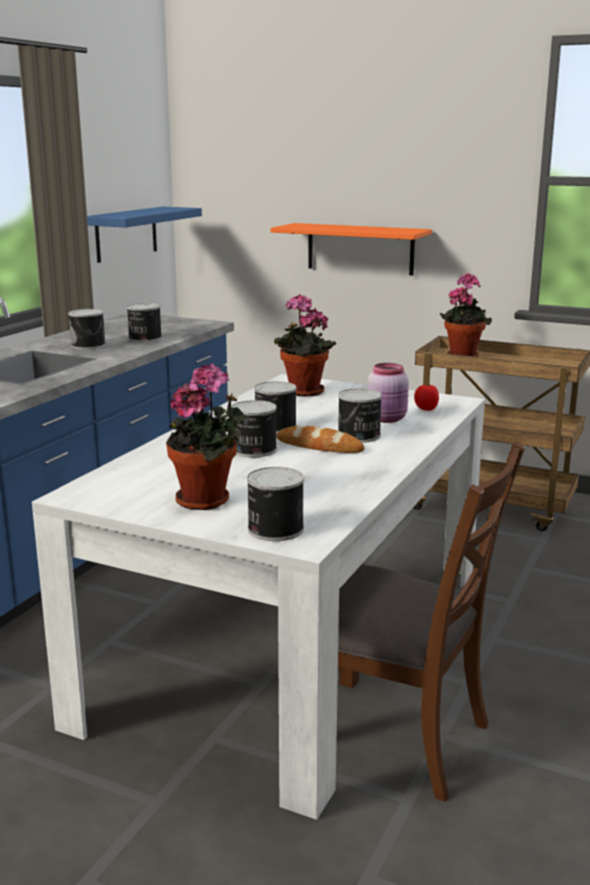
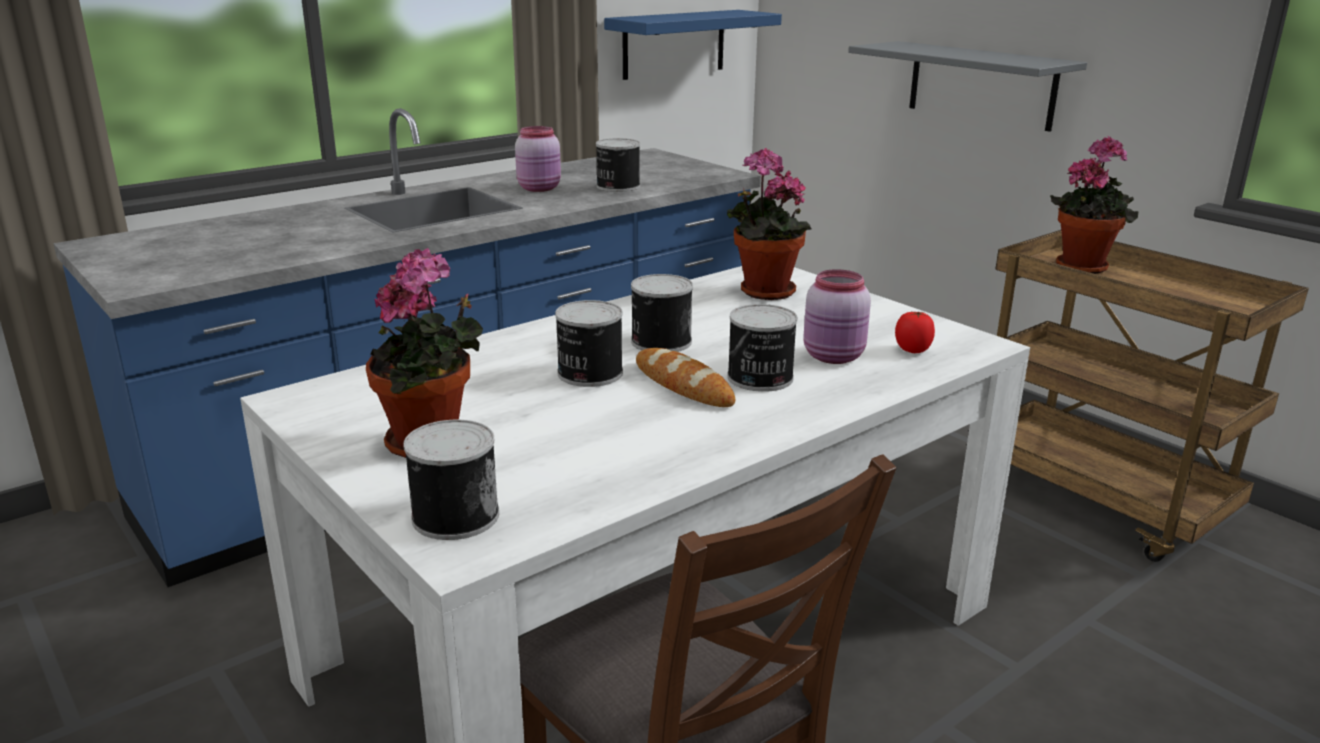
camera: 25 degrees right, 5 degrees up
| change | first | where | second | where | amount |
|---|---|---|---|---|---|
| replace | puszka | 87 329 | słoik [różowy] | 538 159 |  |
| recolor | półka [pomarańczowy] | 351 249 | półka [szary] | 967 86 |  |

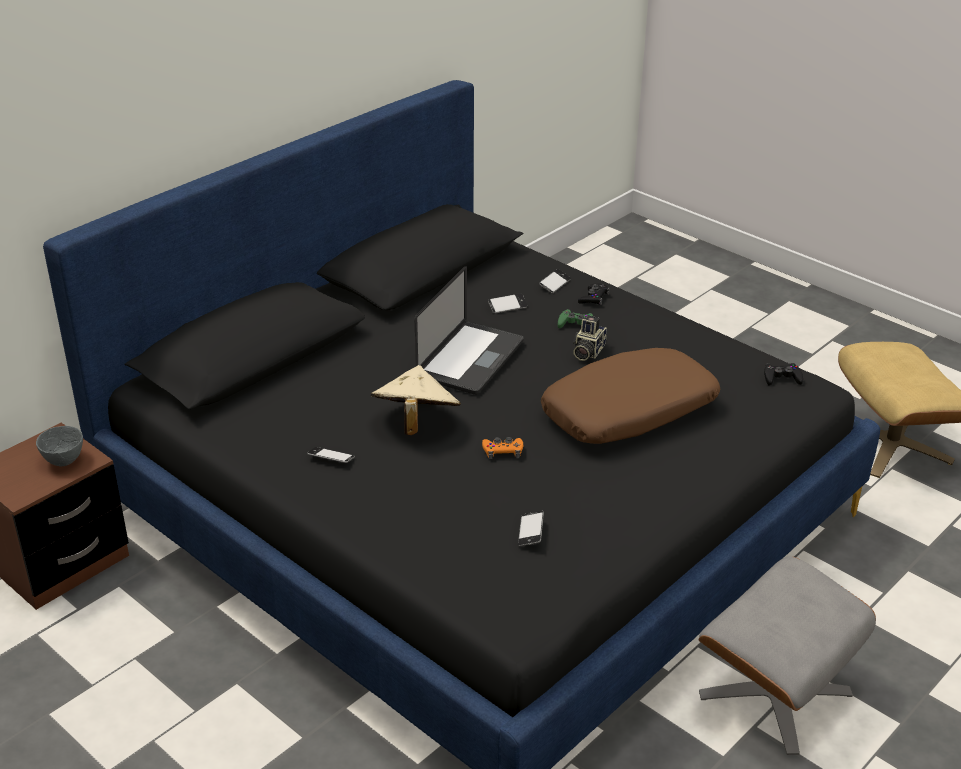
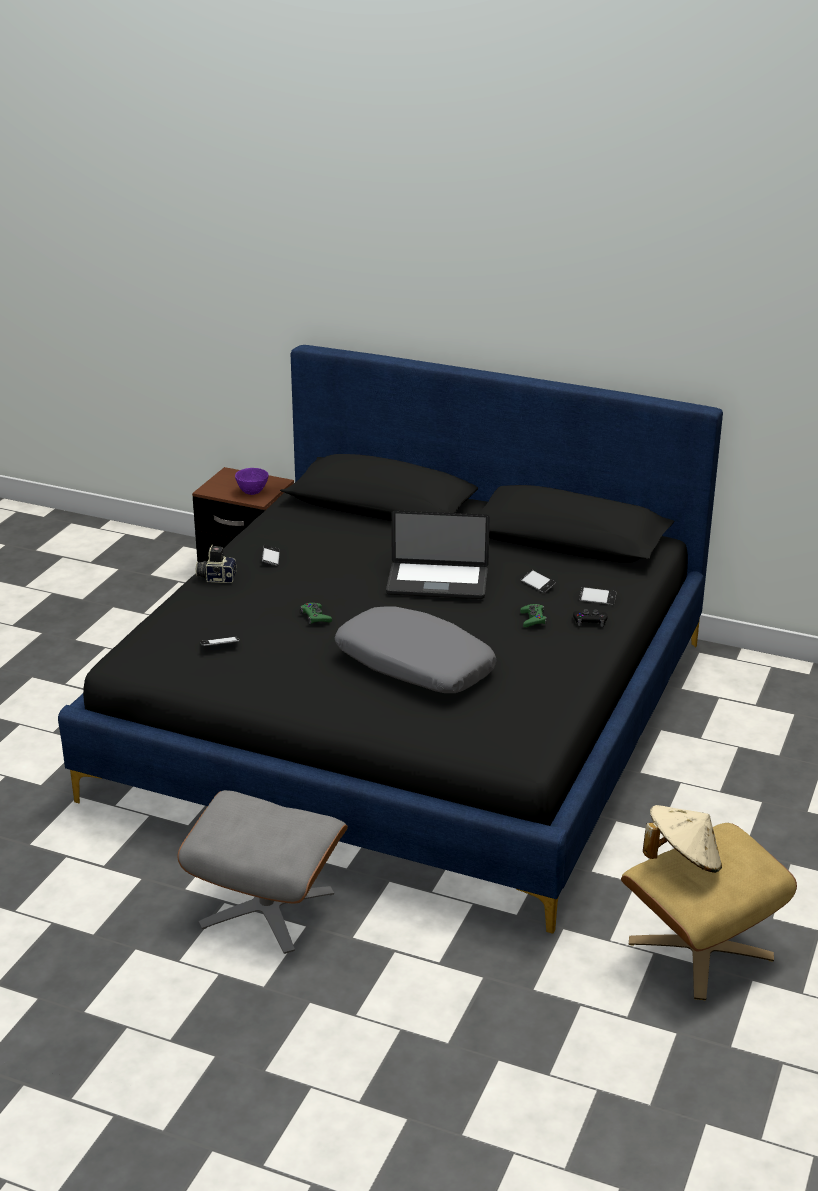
camera: 70 degrees right, 5 degrees down
| change | first | where | second | where | amount |
|---|---|---|---|---|---|
| move | aparat fotograficzny | 590 338 |  | 216 564 |  |
| recolor | miska [szary] | 59 446 | miska [fioletowy] | 252 481 |  |
| recolor | pad do gier [pomarańczowy] | 502 448 | pad do gier [zielony] | 316 613 |  |
| recolor | poduszka [brązowy] | 630 396 | poduszka [szary] | 416 649 |  |
| move | kapelusz [beżowy] | 416 400 |  | 682 839 |  |
| delete | pad do gier [czarny] | 783 374 |  |  |  |

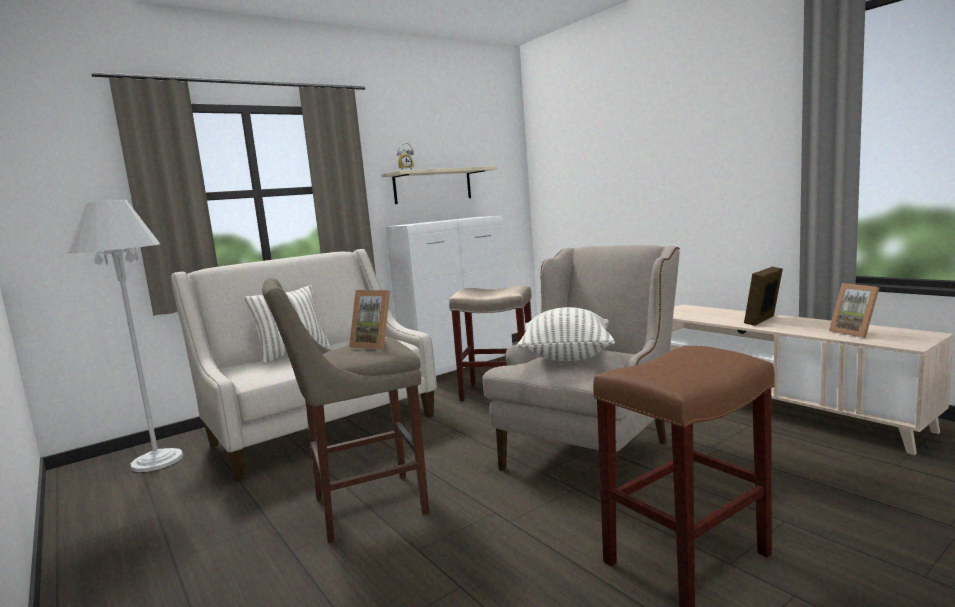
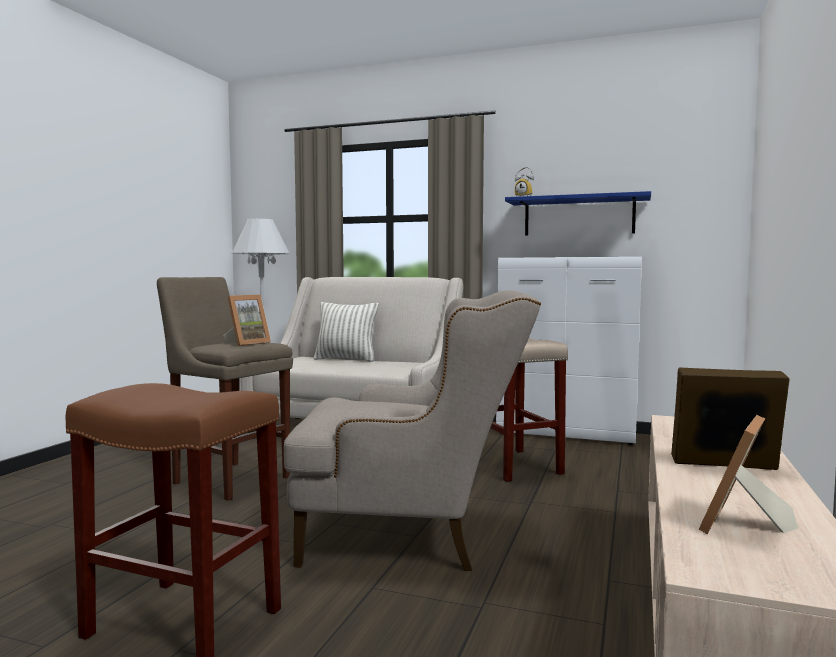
camera: 55 degrees right, 5 degrees down
| change | first | where | second | where | amount |
|---|---|---|---|---|---|
| rotate | ramka na zdjęcie | 369 320 |  | 247 320 | 135 degrees counterclockwise |
| recolor | półka [beżowy] | 440 185 | półka [niebieski] | 578 213 |  |
| delete | poduszka | 566 334 |  |  |  |

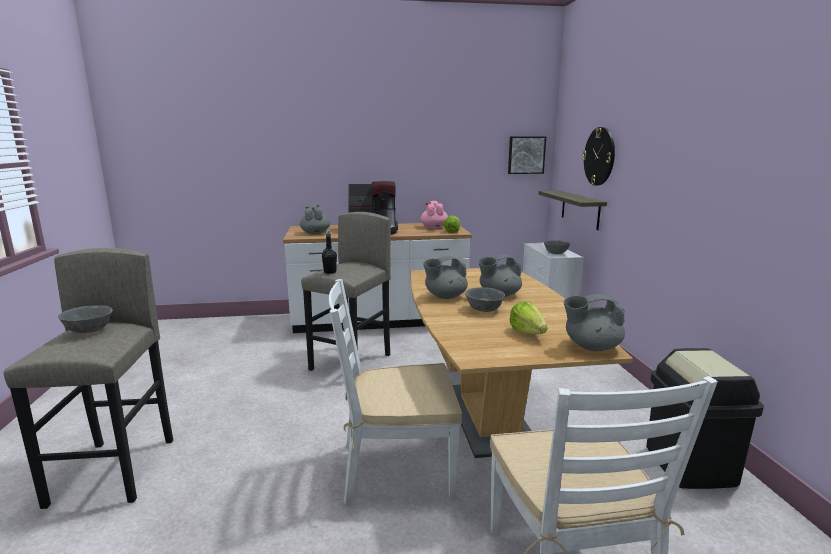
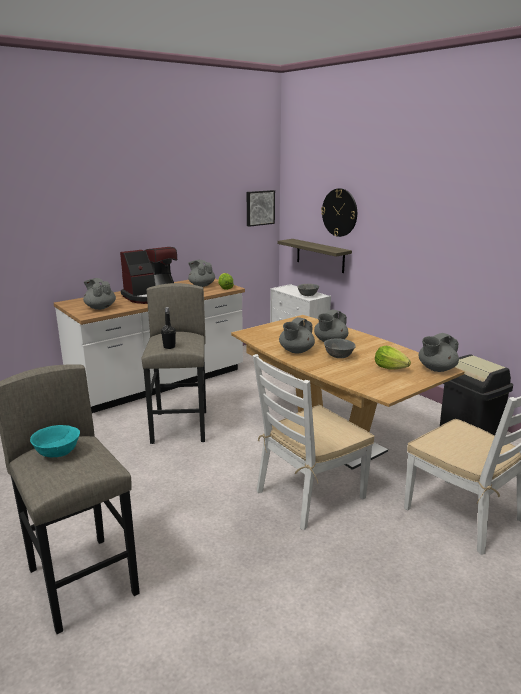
camera: 30 degrees left, 5 degrees up
| change | first | where | second | where | amount |
|---|---|---|---|---|---|
| recolor | miska [szary] | 85 319 | miska [turkusowy] | 55 441 |  |
| recolor | imbryk [różowy] | 434 215 | imbryk [szary] | 201 273 |  |

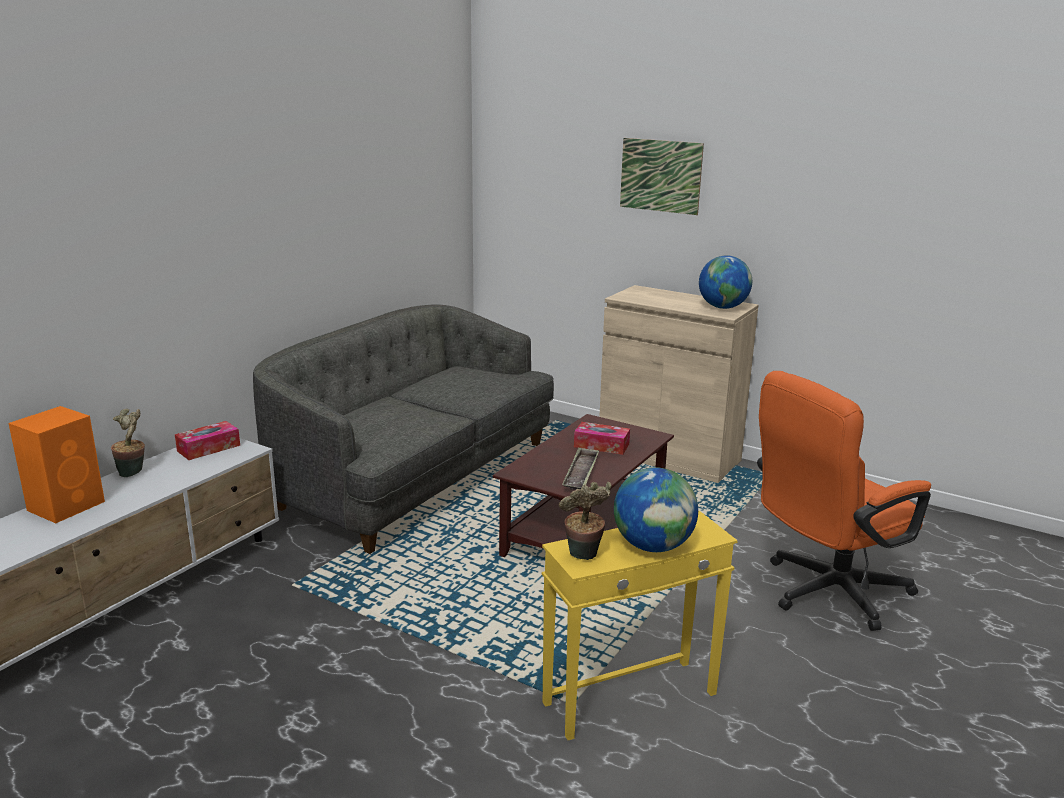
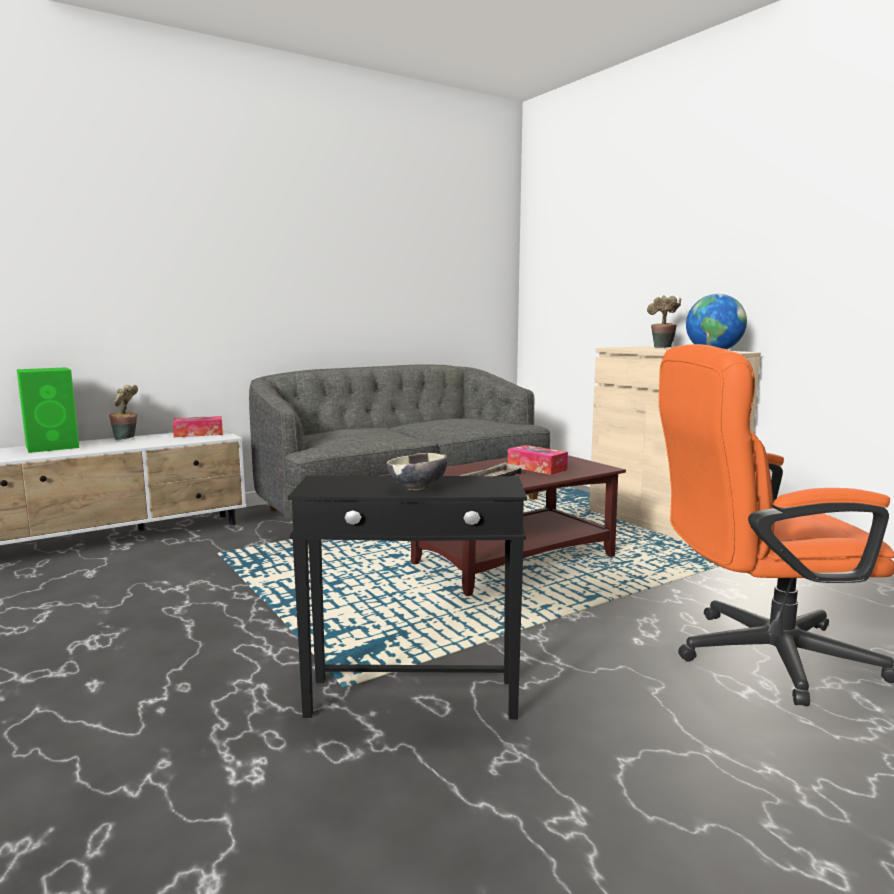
camera: 25 degrees right, 10 degrees down
| change | first | where | second | where | amount |
|---|---|---|---|---|---|
| recolor | głośnik [pomarańczowy] | 56 464 | głośnik [zielony] | 48 410 |  |
| recolor | stolik [żółty] | 640 625 | stolik [czarny] | 407 597 |  |
| replace | globus | 656 509 | miska | 417 472 |  |
| move | roślina doniczkowa | 585 521 |  | 664 321 |  |
| delete | obraz | 662 176 |  |  |  |

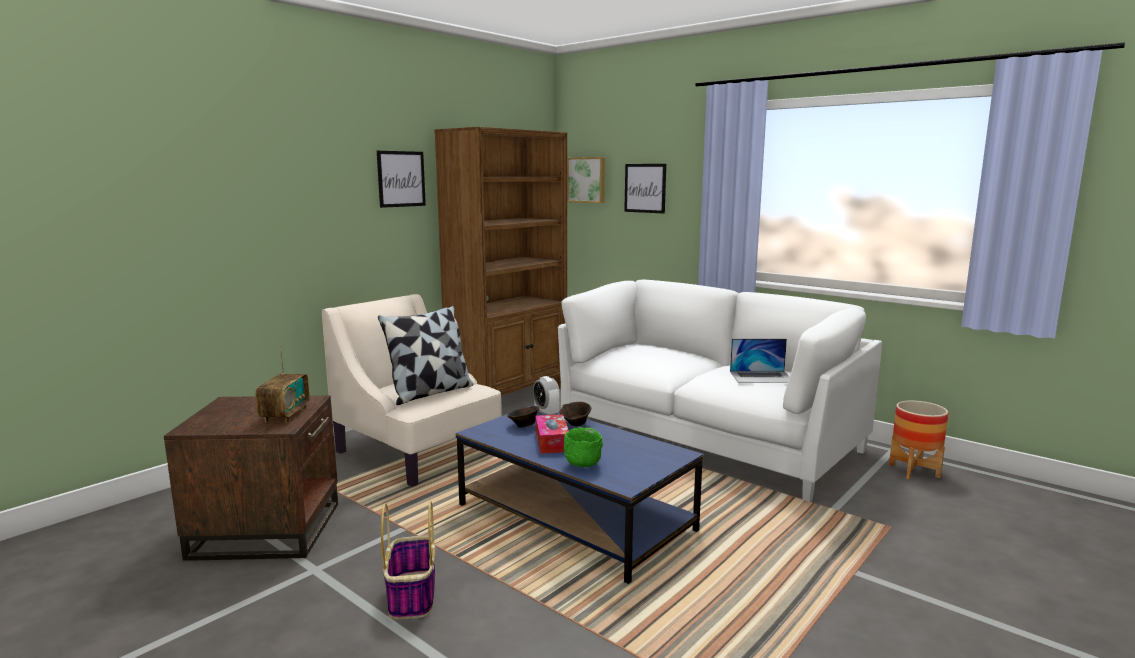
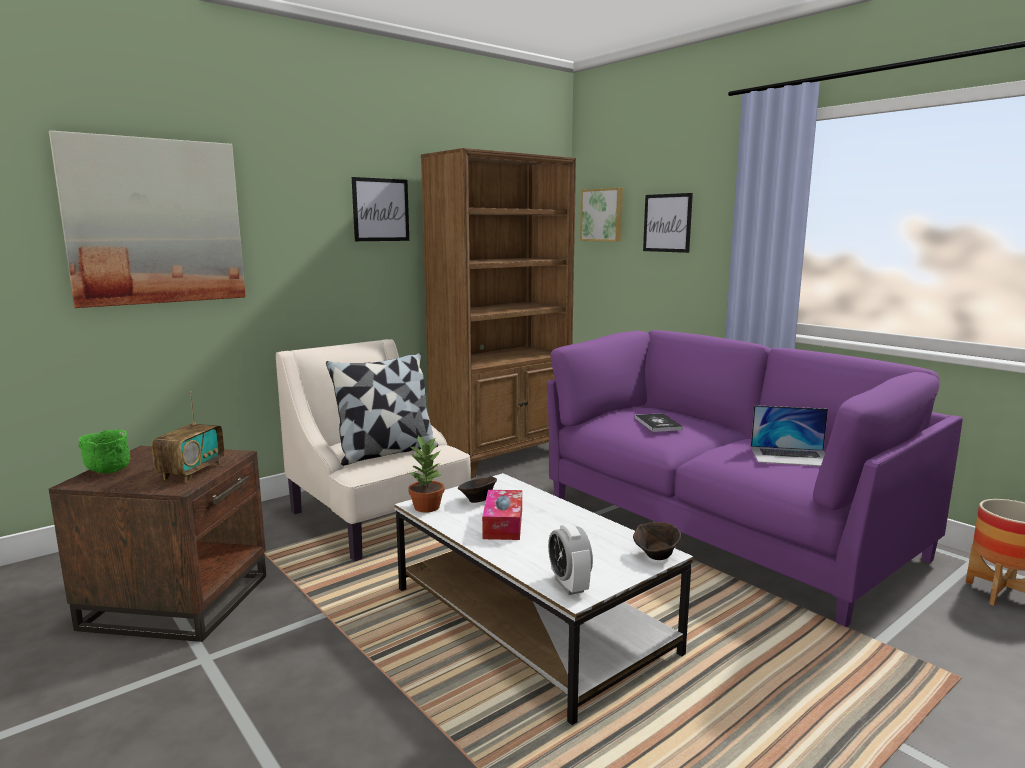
camera: 10 degrees right, 0 degrees up
| change | first | where | second | where | amount |
|---|---|---|---|---|---|
| insert |  |  | obraz | 147 219 |  |
| move | miska [zielony] | 583 447 |  | 104 451 |  |
| recolor | ława [niebieski] | 580 494 | ława [biały] | 544 599 |  |
| insert |  |  | roślina doniczkowa | 426 474 |  |
| recolor | kanapa [biały] | 720 391 | kanapa [fioletowy] | 755 478 |  |
| move | budzik | 546 395 |  | 570 559 |  |
| move | miska [brązowy] | 575 414 |  | 657 541 |  |
| insert |  |  | książka | 659 422 |  |
| delete | koszyk | 408 560 |  |  |  |

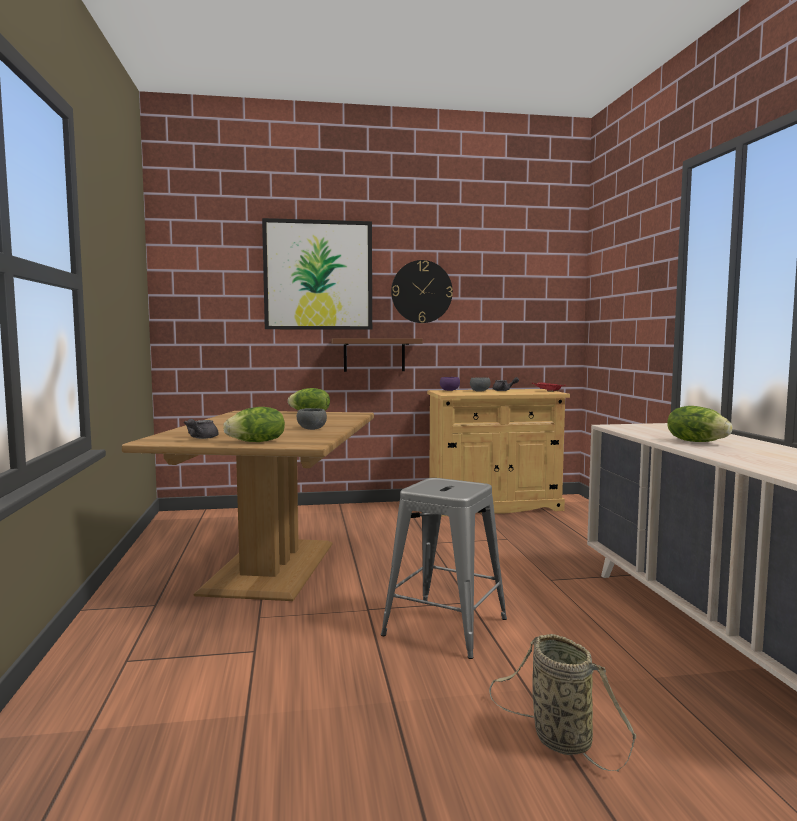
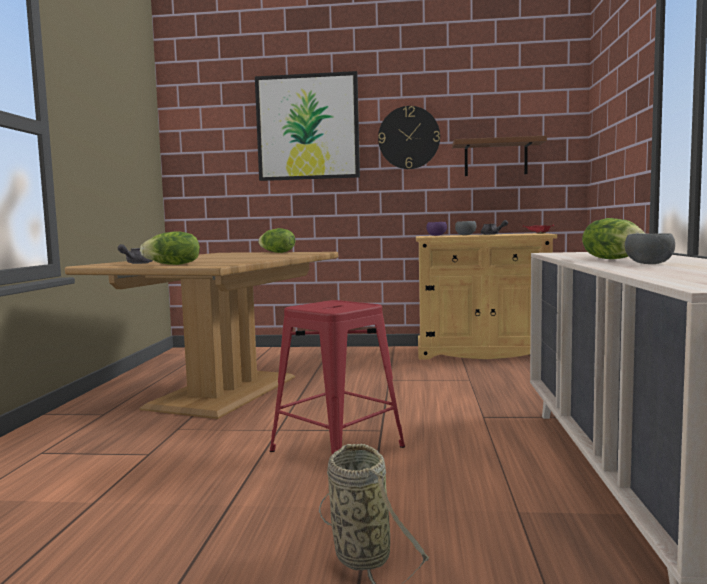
camera: 15 degrees right, 0 degrees up
| change | first | where | second | where | amount |
|---|---|---|---|---|---|
| recolor | stołek [szary] | 444 568 | stołek [czerwony] | 337 377 |  |
| move | półka [brązowy] | 377 355 |  | 499 156 |  |
| move | miska [szary] | 312 419 |  | 650 248 |  |

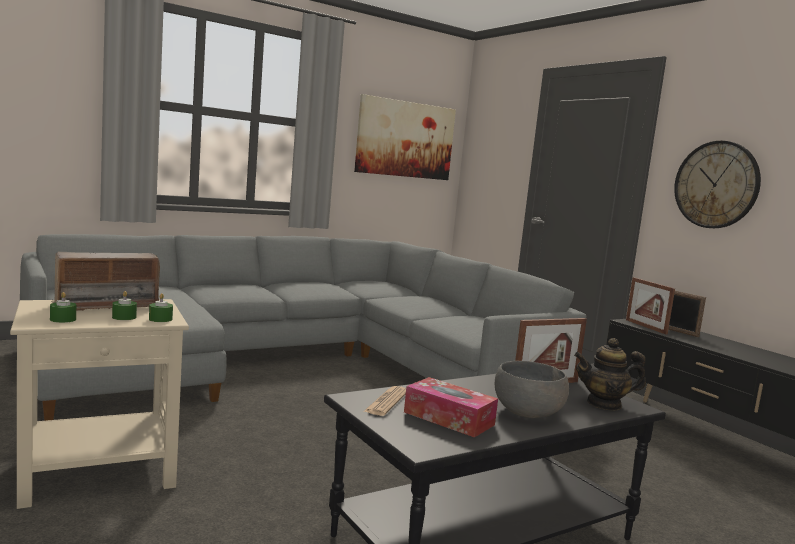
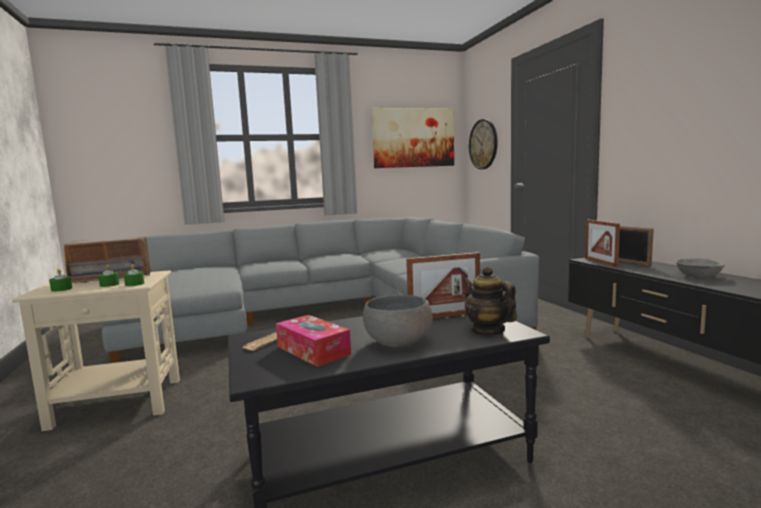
camera: 15 degrees right, 0 degrees up
| change | first | where | second | where | amount |
|---|---|---|---|---|---|
| rotate | imbryk | 610 374 |  | 490 301 | 45 degrees clockwise |
| move | zegar ścienny | 717 184 |  | 483 144 |  |
| insert |  |  | miska [szary] | 700 268 |  |

